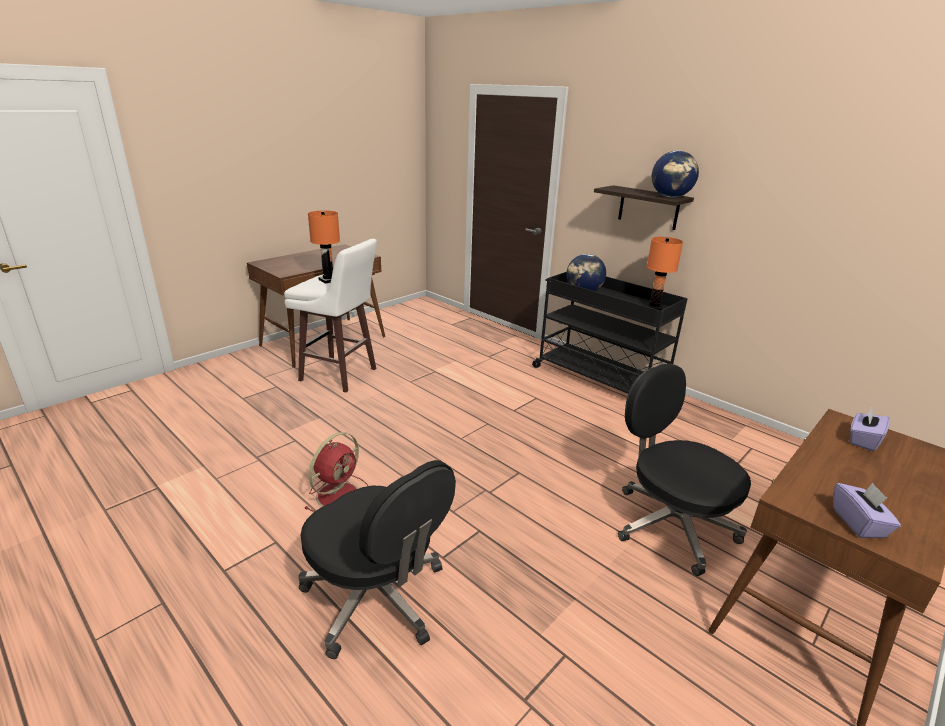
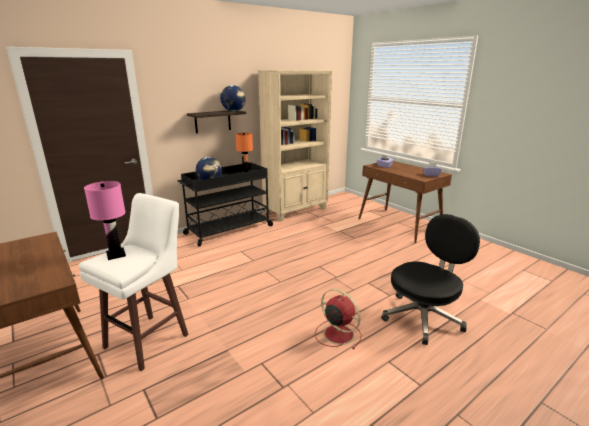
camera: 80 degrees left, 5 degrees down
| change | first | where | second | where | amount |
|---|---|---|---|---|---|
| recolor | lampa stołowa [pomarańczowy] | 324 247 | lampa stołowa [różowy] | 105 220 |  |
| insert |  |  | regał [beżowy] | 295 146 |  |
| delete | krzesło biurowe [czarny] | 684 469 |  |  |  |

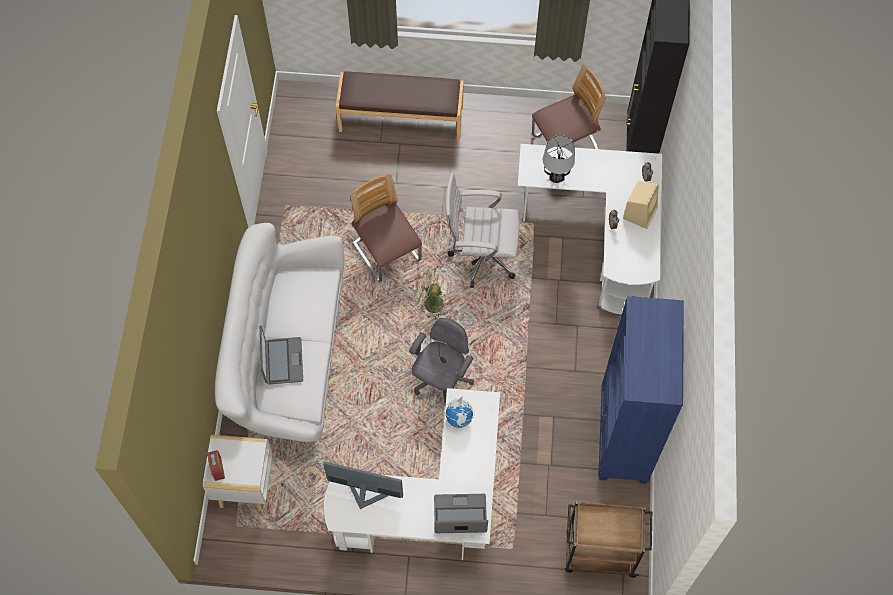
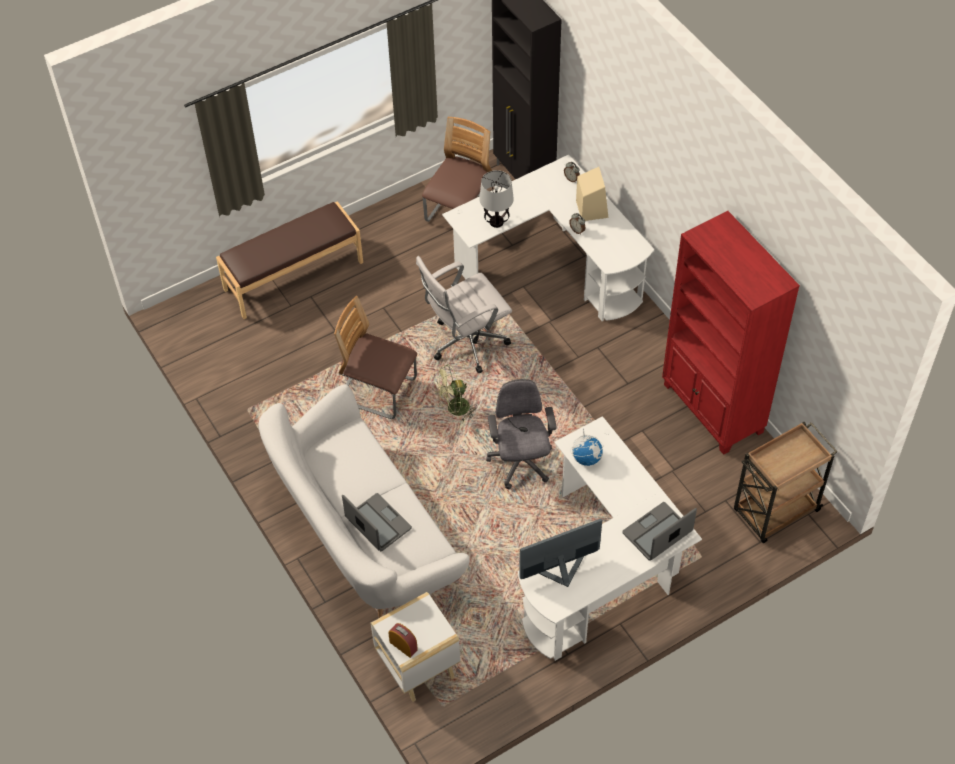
camera: 35 degrees left, 10 degrees down
| change | first | where | second | where | amount |
|---|---|---|---|---|---|
| recolor | regał [niebieski] | 641 390 | regał [czerwony] | 731 333 |  |

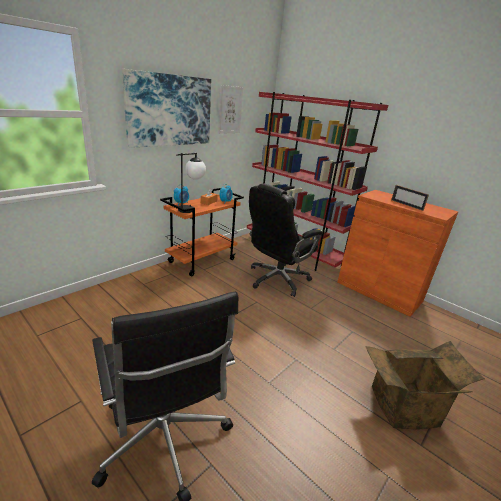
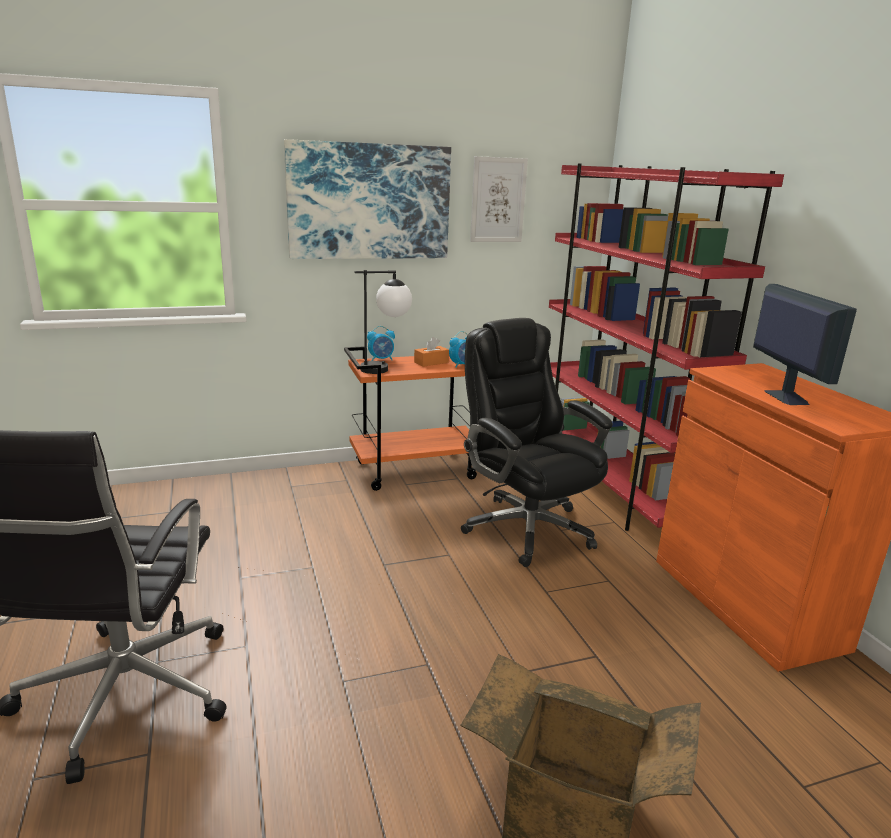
camera: 30 degrees right, 5 degrees down
| change | first | where | second | where | amount |
|---|---|---|---|---|---|
| rotate | krzesło biurowe [czarny] | 286 240 |  | 537 442 | 75 degrees clockwise |
| replace | ramka na zdjęcie | 410 198 | monitor | 805 344 |  |

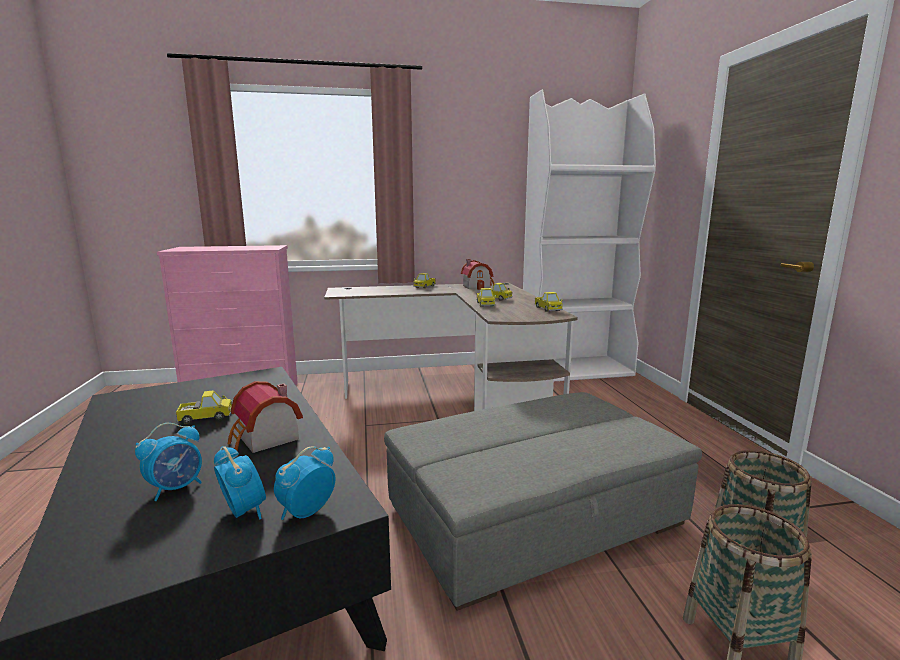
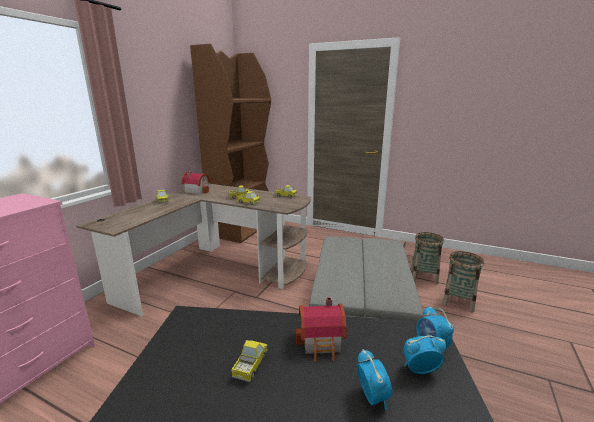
camera: 55 degrees left, 5 degrees up
| change | first | where | second | where | amount |
|---|---|---|---|---|---|
| recolor | regał [biały] | 589 235 | regał [brązowy] | 230 143 |  |

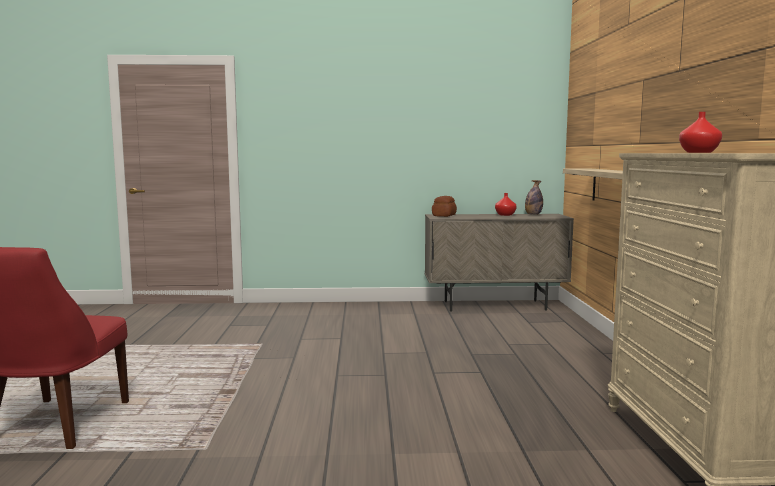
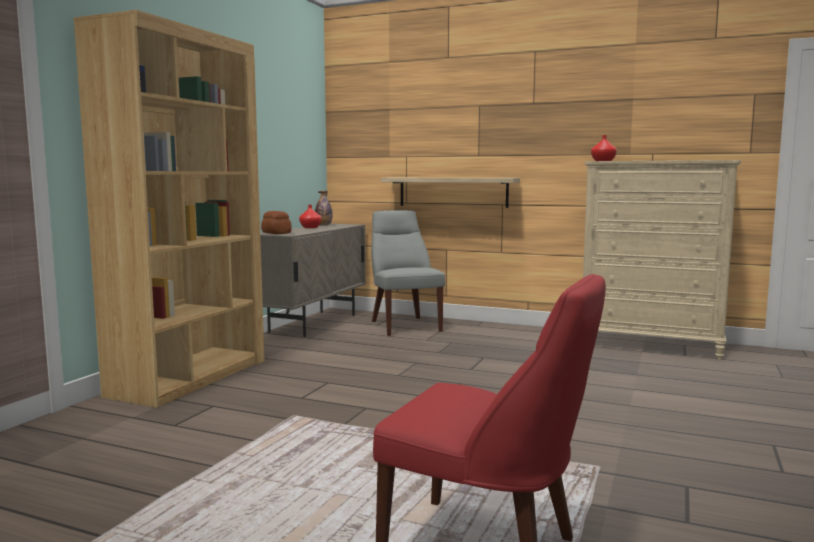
camera: 65 degrees left, 0 degrees up
| change | first | where | second | where | amount |
|---|---|---|---|---|---|
| insert |  |  | regał [brązowy] | 169 209 |  |
| insert |  |  | krzesło [szary] | 408 273 |  |

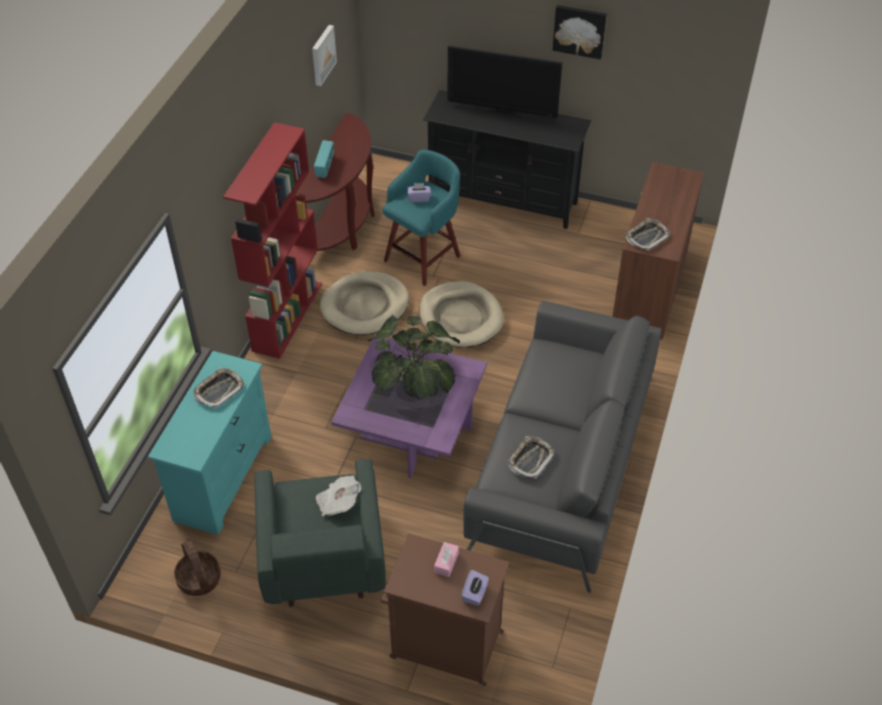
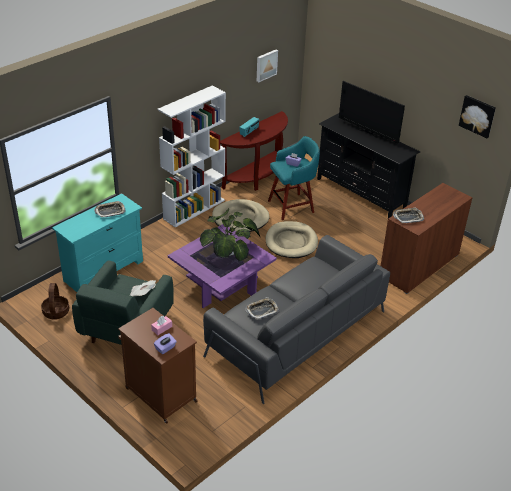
camera: 25 degrees right, 10 degrees down
| change | first | where | second | where | amount |
|---|---|---|---|---|---|
| recolor | regał [czerwony] | 272 240 | regał [biały] | 192 157 |  |
| move | obraz | 580 32 |  | 477 116 |  |

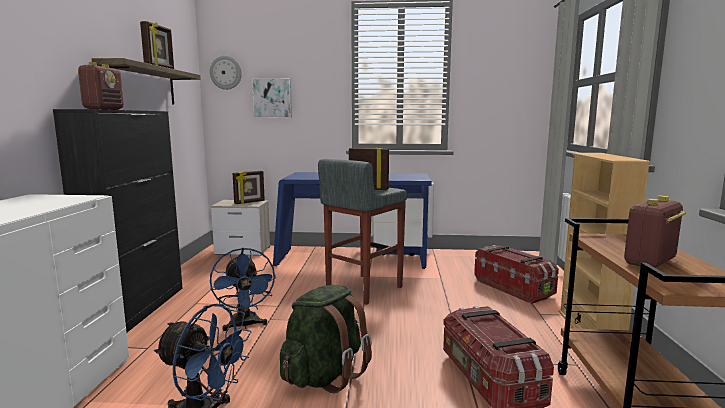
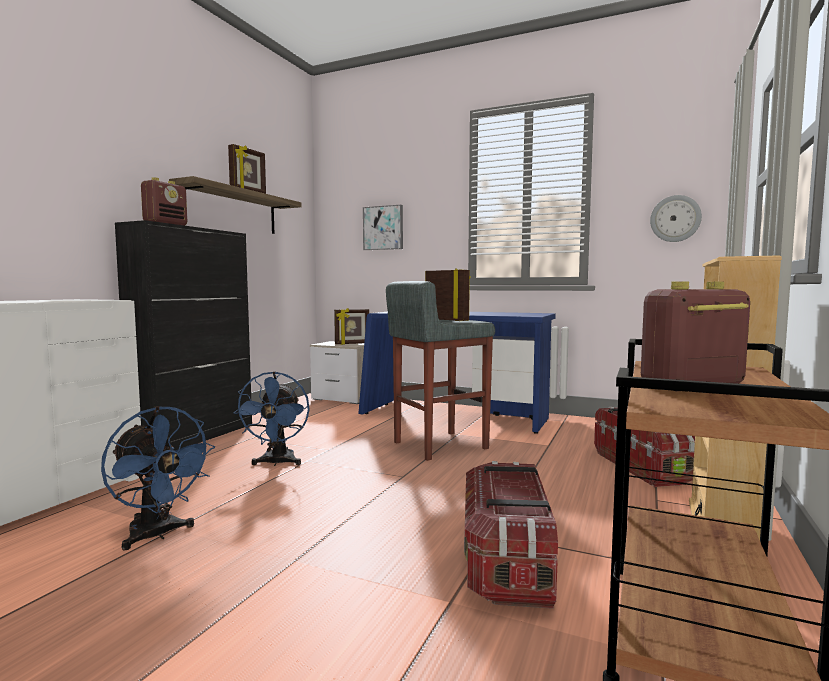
camera: 20 degrees right, 5 degrees down
| change | first | where | second | where | amount |
|---|---|---|---|---|---|
| move | zegar ścienny | 226 73 |  | 676 218 |  |
| delete | plecak [zielony] | 326 339 |  |  |  |

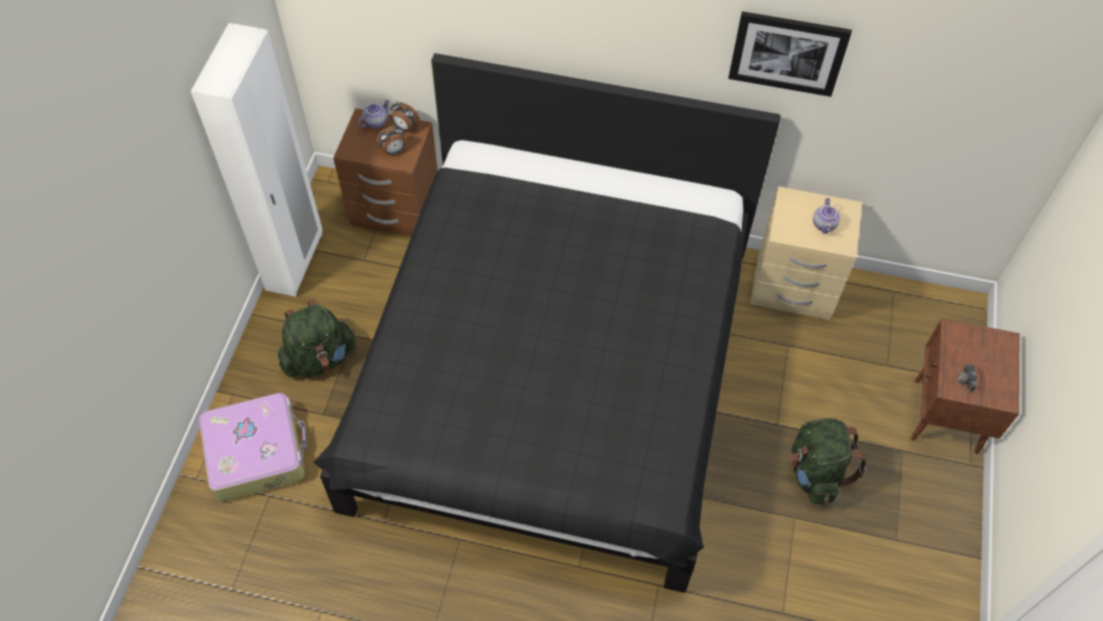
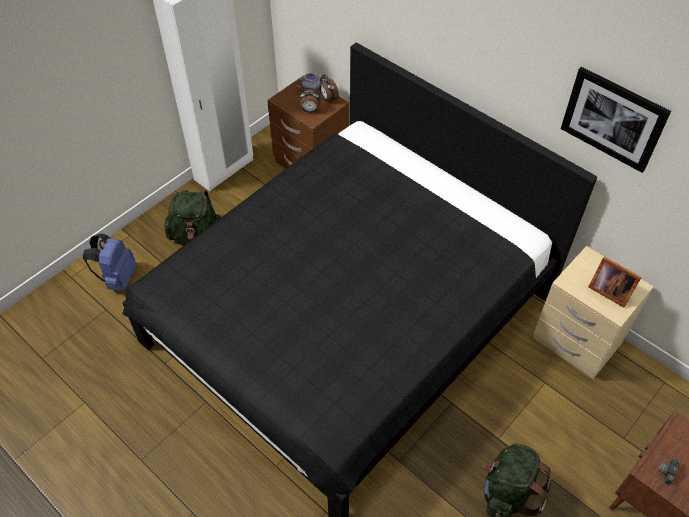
camera: 30 degrees right, 5 degrees down
| change | first | where | second | where | amount |
|---|---|---|---|---|---|
| replace | walizka | 253 447 | plecak [niebieski] | 110 262 |  |
| replace | imbryk | 826 216 | ramka na zdjęcie | 615 282 |  |

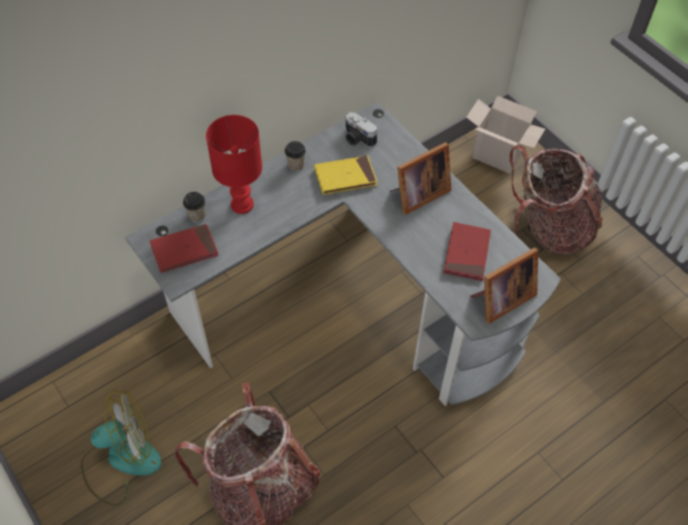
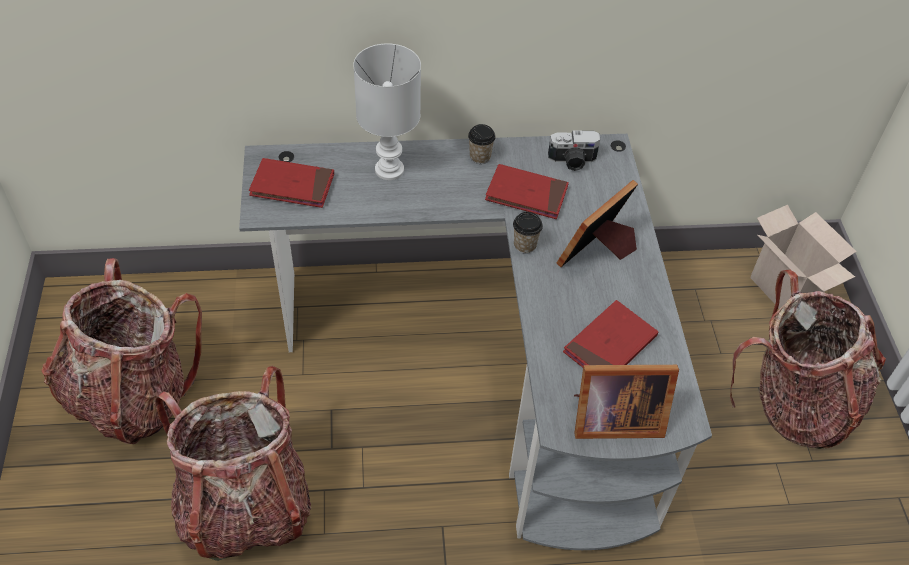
camera: 30 degrees right, 5 degrees down
| change | first | where | second | where | amount |
|---|---|---|---|---|---|
| replace | wentylator | 121 448 | plecak | 121 351 |  |
| recolor | lampa stołowa [czerwony] | 234 164 | lampa stołowa [biały] | 387 111 |  |
| recolor | książka [żółty] | 345 175 | książka [czerwony] | 527 191 |  |
| move | filiżanka | 194 207 |  | 528 233 |  |
| rotate | aparat fotograficzny | 361 129 |  | 574 150 | 75 degrees counterclockwise |
| rotate | ramka na zdjęcie | 421 178 |  | 597 223 | 135 degrees clockwise |

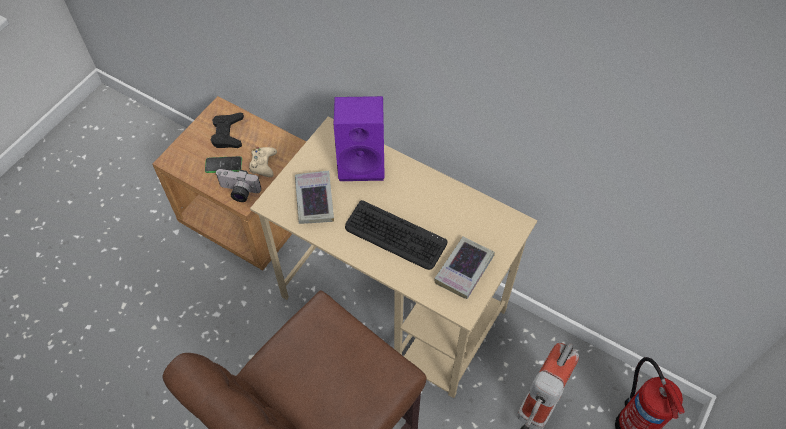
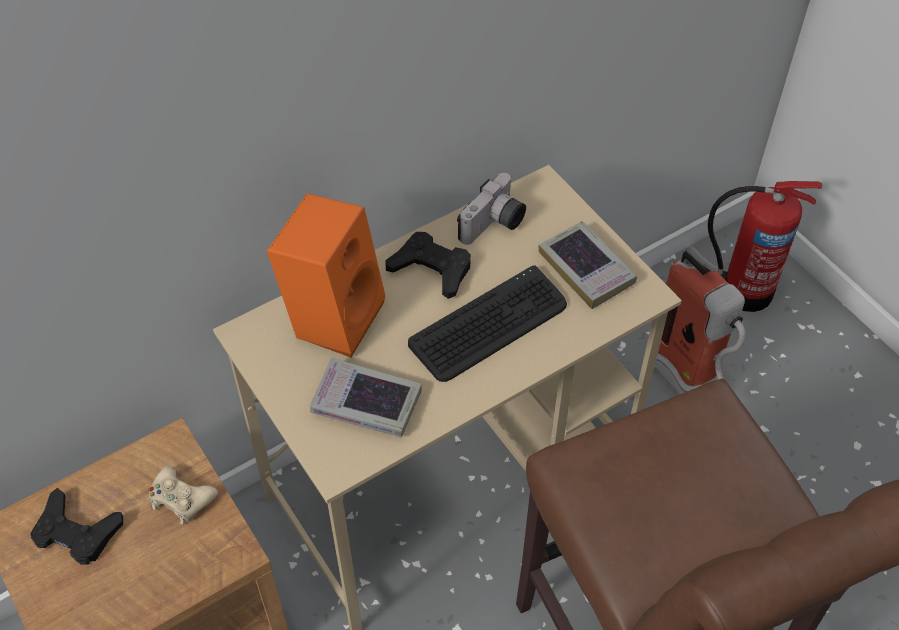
camera: 65 degrees left, 5 degrees down
| change | first | where | second | where | amount |
|---|---|---|---|---|---|
| recolor | głośnik [fioletowy] | 359 138 | głośnik [pomarańczowy] | 326 275 |  |
| insert |  |  | pad do gier [czarny] | 428 265 |  |
| move | aparat fotograficzny | 238 185 |  | 491 209 |  |
| delete | telefon | 223 164 |  |  |  |

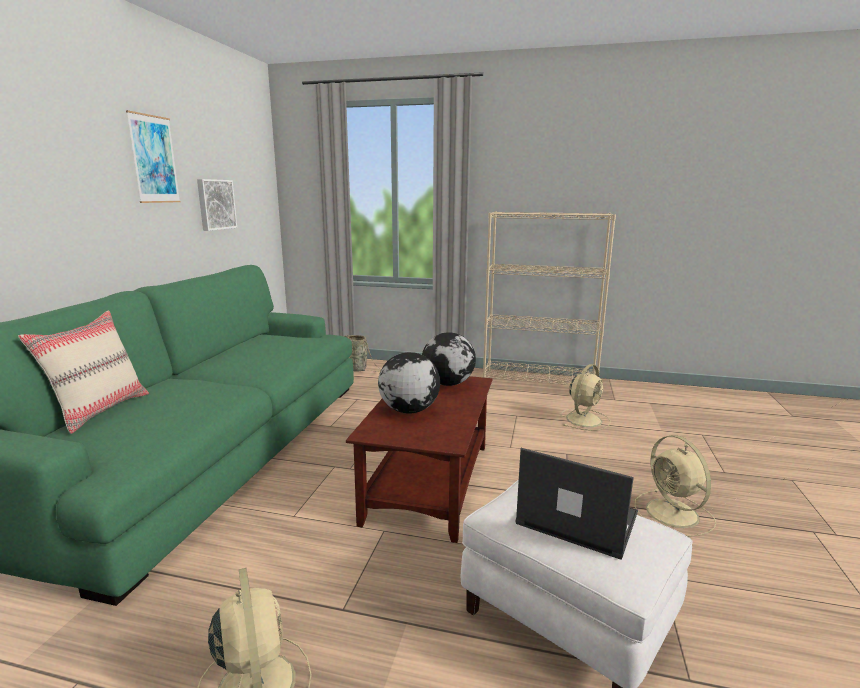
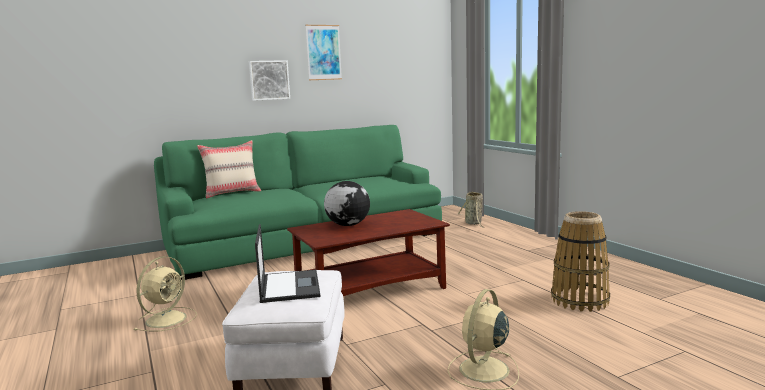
camera: 50 degrees right, 5 degrees down
| change | first | where | second | where | amount |
|---|---|---|---|---|---|
| move | obraz | 217 205 |  | 269 80 |  |
| replace | wentylator [beżowy] | 585 397 | koszyk | 580 261 |  |
| delete | globus | 449 359 |  |  |  |
| delete | regał [beżowy] | 549 298 |  |  |  |

